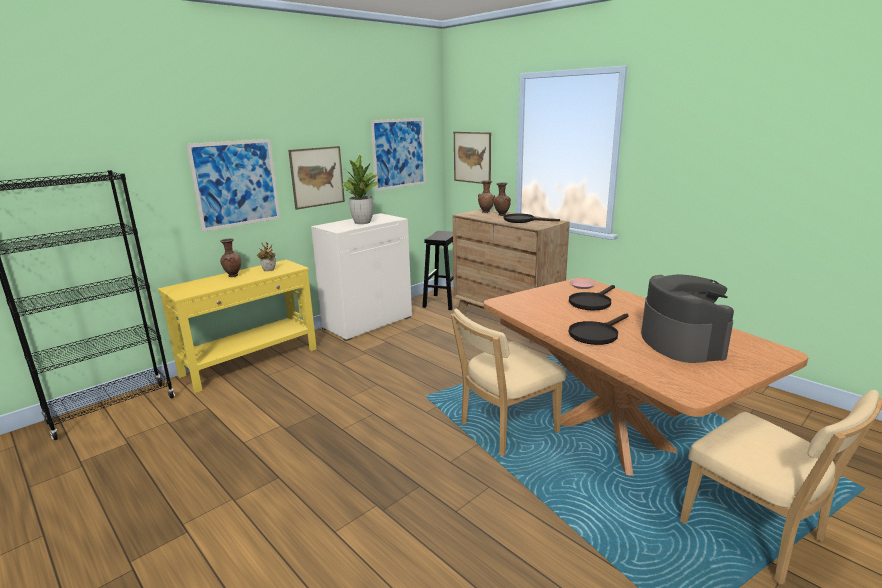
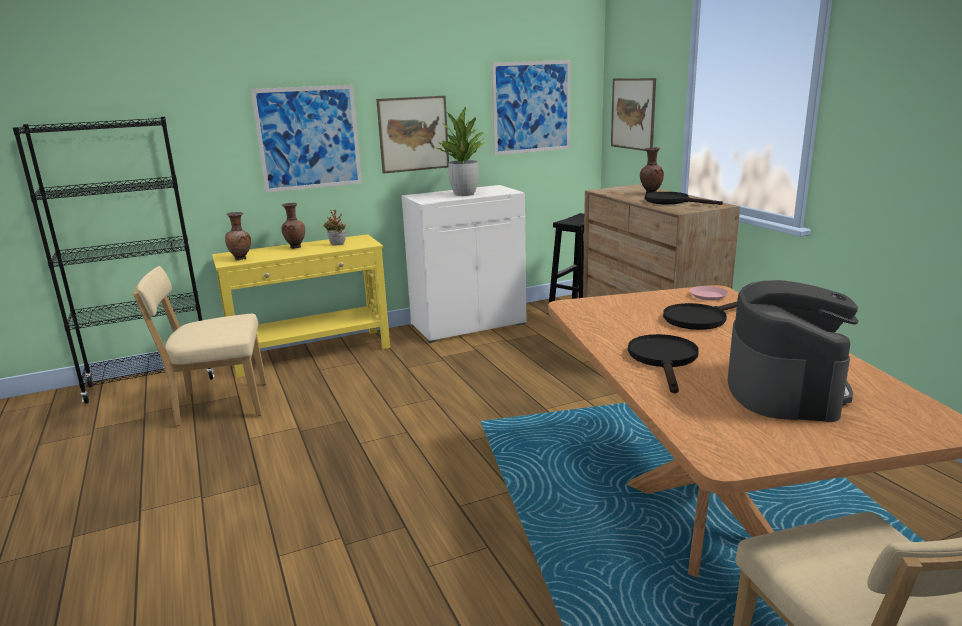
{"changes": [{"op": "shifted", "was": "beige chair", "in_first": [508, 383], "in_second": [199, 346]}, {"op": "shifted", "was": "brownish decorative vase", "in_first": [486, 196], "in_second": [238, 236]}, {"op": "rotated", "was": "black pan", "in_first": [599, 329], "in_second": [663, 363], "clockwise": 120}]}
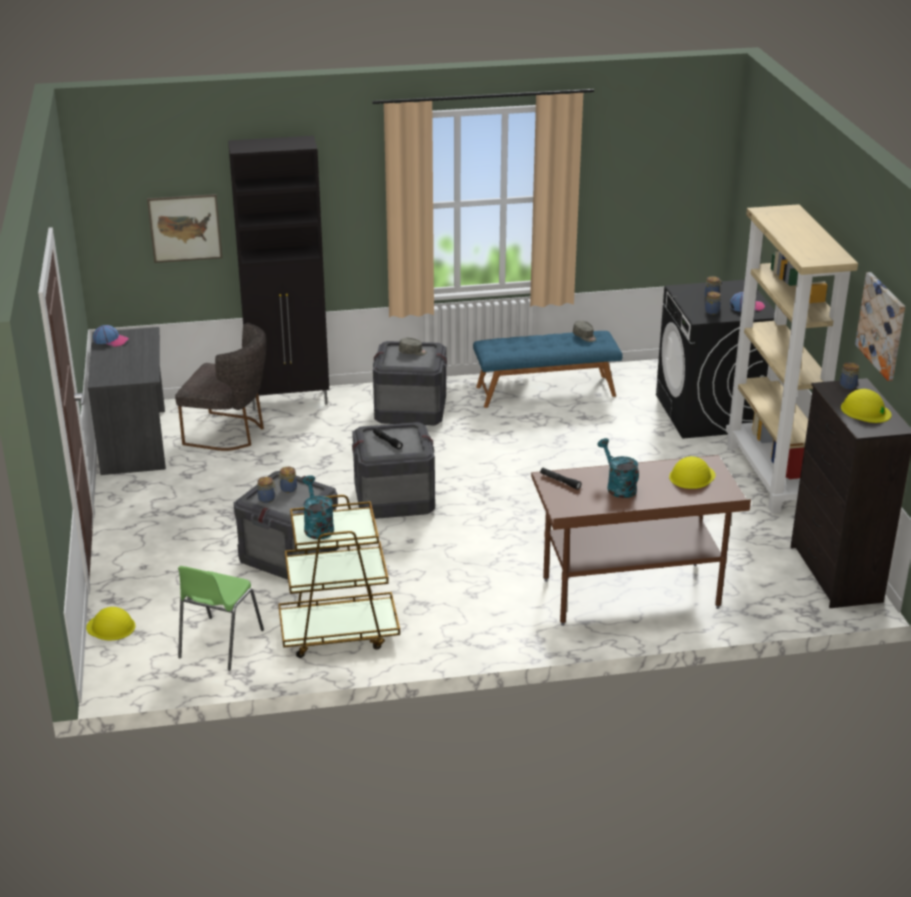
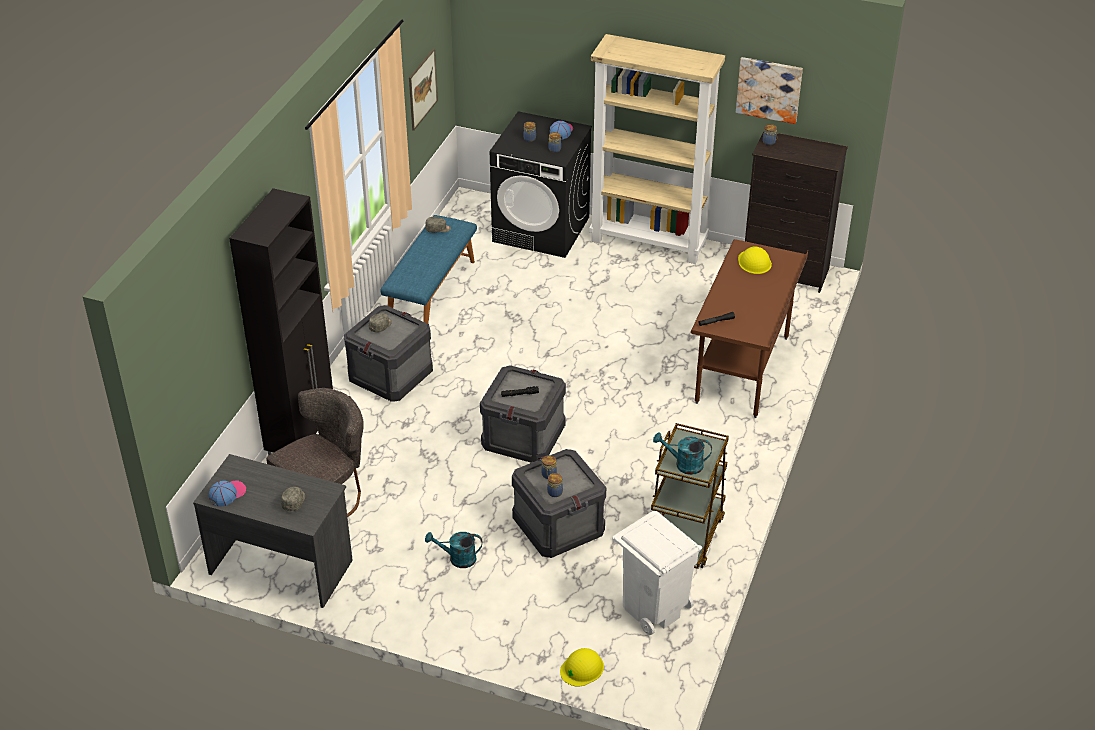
{"changes": [{"op": "new", "now": "grey baseball cap", "in_second": [293, 499]}, {"op": "shifted", "was": "wall picture", "in_first": [184, 228], "in_second": [423, 89]}, {"op": "shifted", "was": "turquoise watering can", "in_first": [618, 468], "in_second": [453, 550]}, {"op": "swapped", "was": "green chair", "now": "white-coloured waste bin", "in_first": [221, 618], "in_second": [657, 573]}, {"op": "gone", "was": "yellow work helmet", "in_first": [866, 406]}]}
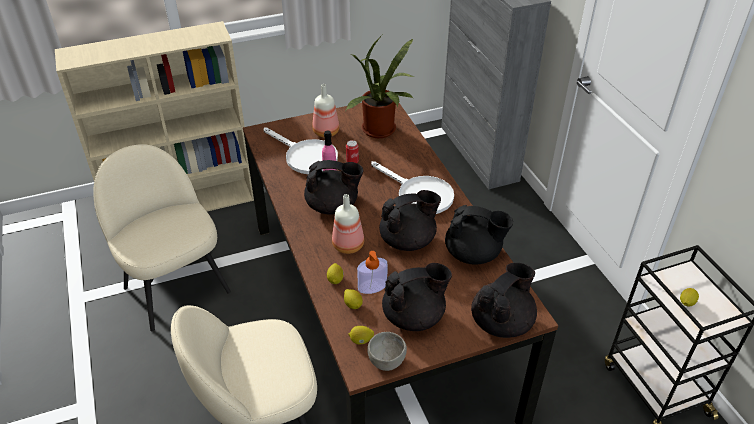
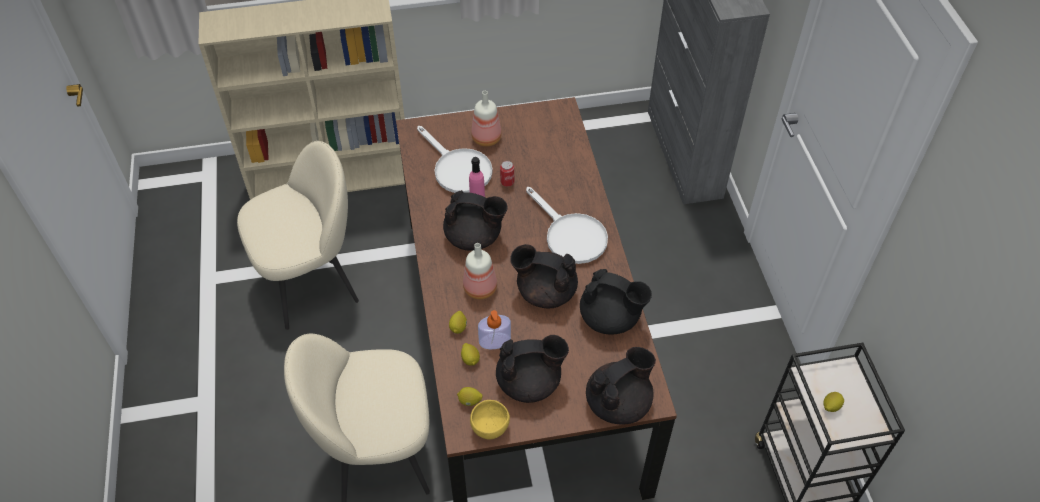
{"changes": [{"op": "rotated", "was": "beige chair", "in_first": [162, 238], "in_second": [298, 235], "clockwise": 90}, {"op": "repainted", "was": "grey bowl", "now": "yellow bowl", "in_first": [387, 351], "in_second": [490, 420]}, {"op": "rotated", "was": "black pot for tea", "in_first": [410, 220], "in_second": [544, 276], "clockwise": -150}, {"op": "gone", "was": "plant in a pot", "in_first": [380, 86]}]}
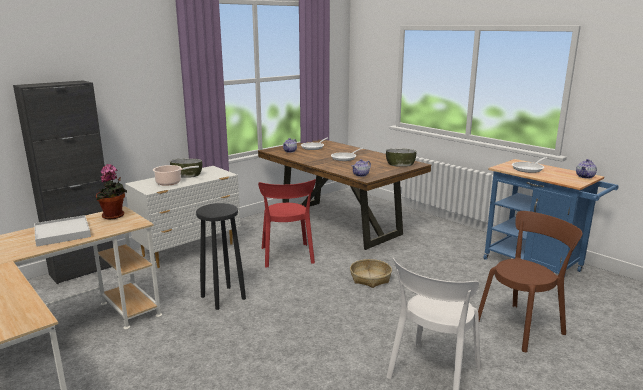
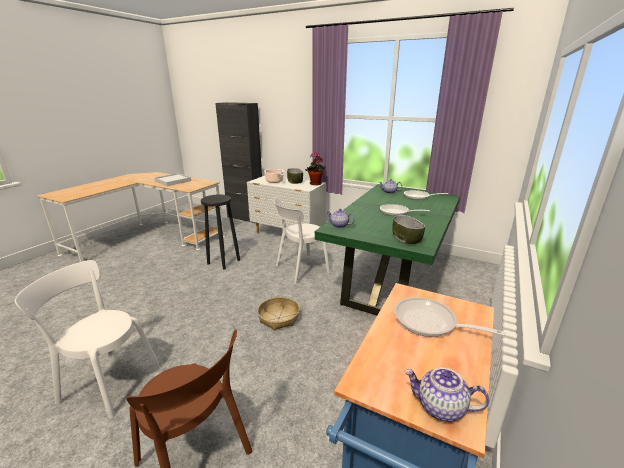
{"changes": [{"op": "repainted", "was": "red chair", "now": "white-coloured chair", "in_first": [287, 223], "in_second": [302, 240]}, {"op": "shifted", "was": "plant in a pot", "in_first": [111, 192], "in_second": [315, 168]}, {"op": "repainted", "was": "brownish dinner table", "now": "green dinner table", "in_first": [344, 195], "in_second": [387, 249]}]}
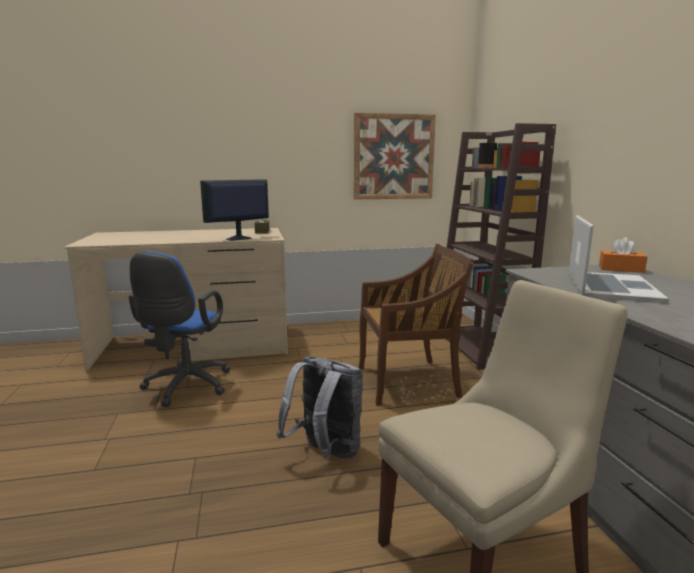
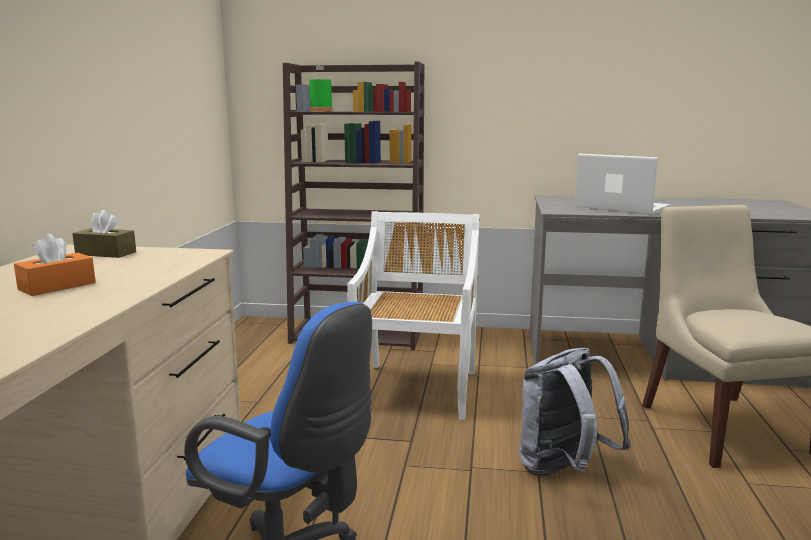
{"changes": [{"op": "shifted", "was": "orange tissue holder", "in_first": [623, 255], "in_second": [55, 265]}, {"op": "repainted", "was": "black bottle", "now": "green bottle", "in_first": [487, 150], "in_second": [321, 88]}, {"op": "repainted", "was": "brownish chair", "now": "white-coloured chair", "in_first": [416, 324], "in_second": [413, 315]}, {"op": "gone", "was": "computer display", "in_first": [234, 210]}, {"op": "gone", "was": "wall picture", "in_first": [395, 156]}]}
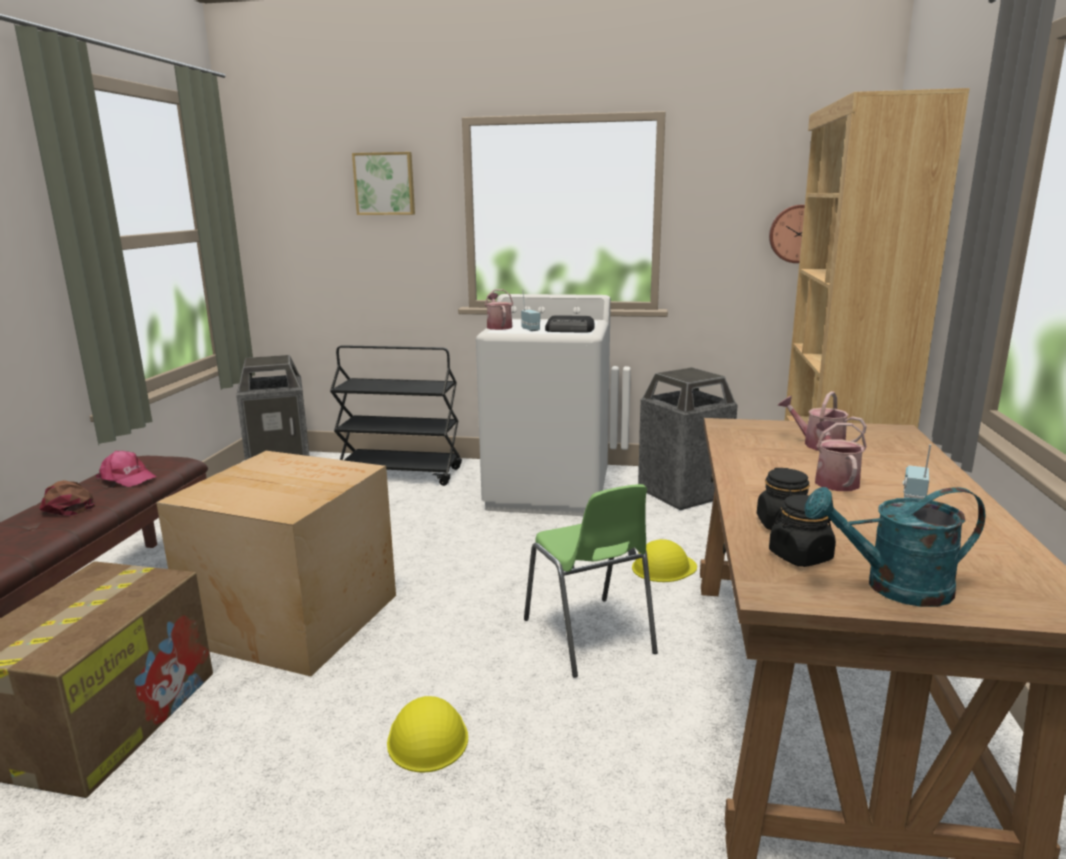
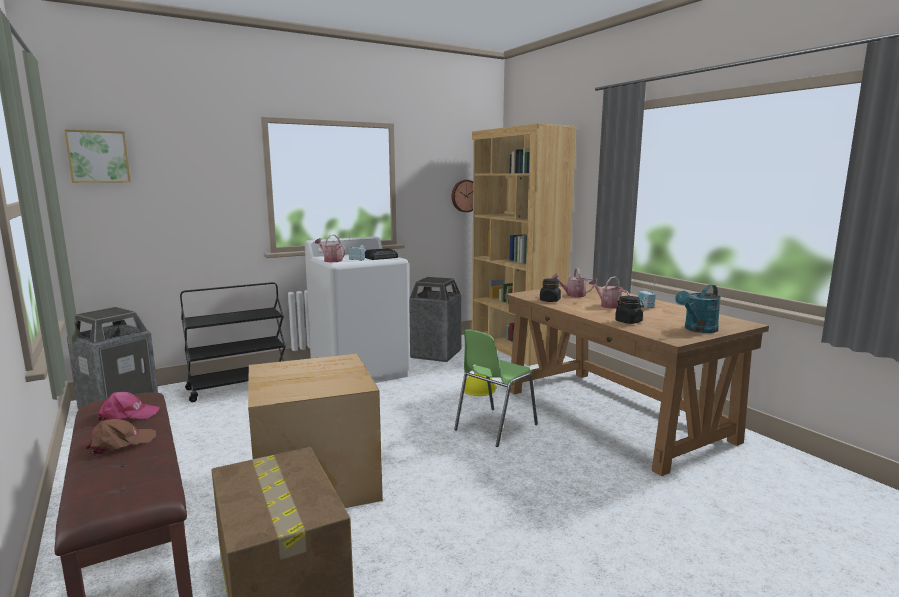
{"changes": [{"op": "shifted", "was": "wall picture", "in_first": [383, 183], "in_second": [97, 156]}, {"op": "rotated", "was": "brownish baseball cap", "in_first": [67, 498], "in_second": [121, 437], "clockwise": 135}, {"op": "rotated", "was": "green chair", "in_first": [591, 581], "in_second": [496, 388], "clockwise": 105}, {"op": "shifted", "was": "black storage jar", "in_first": [802, 531], "in_second": [550, 290]}, {"op": "gone", "was": "yellow work helmet", "in_first": [427, 734]}]}
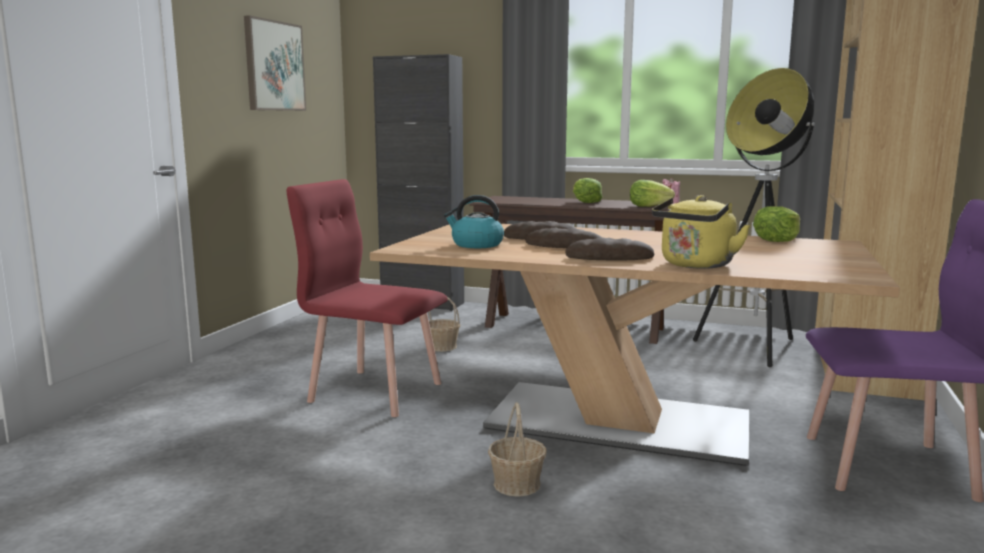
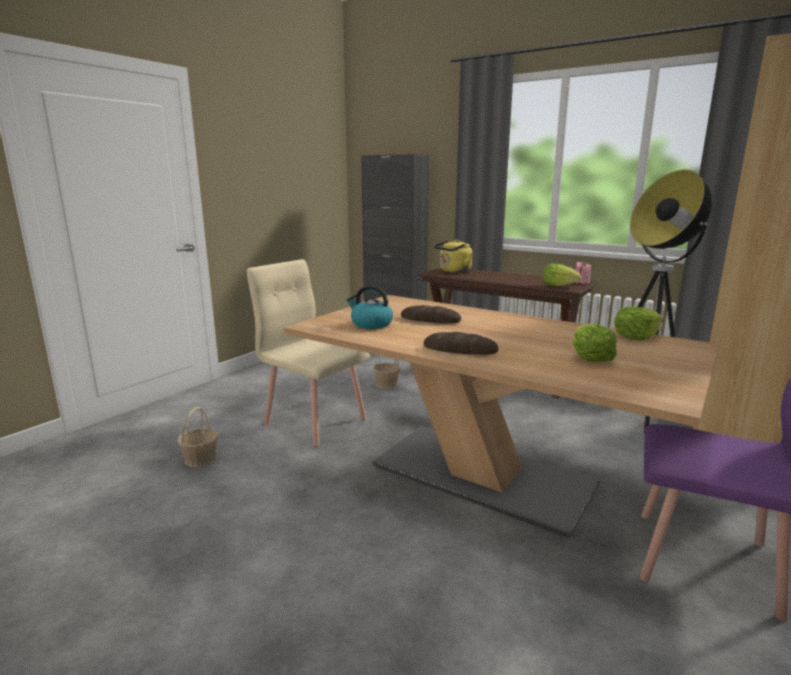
{"changes": [{"op": "shifted", "was": "household basket", "in_first": [517, 449], "in_second": [198, 437]}, {"op": "repainted", "was": "red chair", "now": "beige chair", "in_first": [367, 298], "in_second": [308, 352]}, {"op": "shifted", "was": "yellow kettle", "in_first": [701, 232], "in_second": [453, 256]}, {"op": "shifted", "was": "lettuce", "in_first": [587, 190], "in_second": [594, 343]}, {"op": "gone", "was": "wall picture", "in_first": [275, 63]}, {"op": "gone", "was": "bread", "in_first": [563, 238]}]}
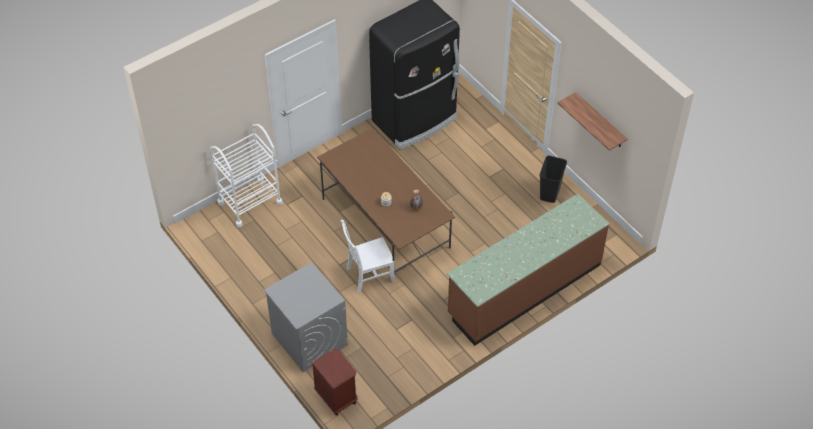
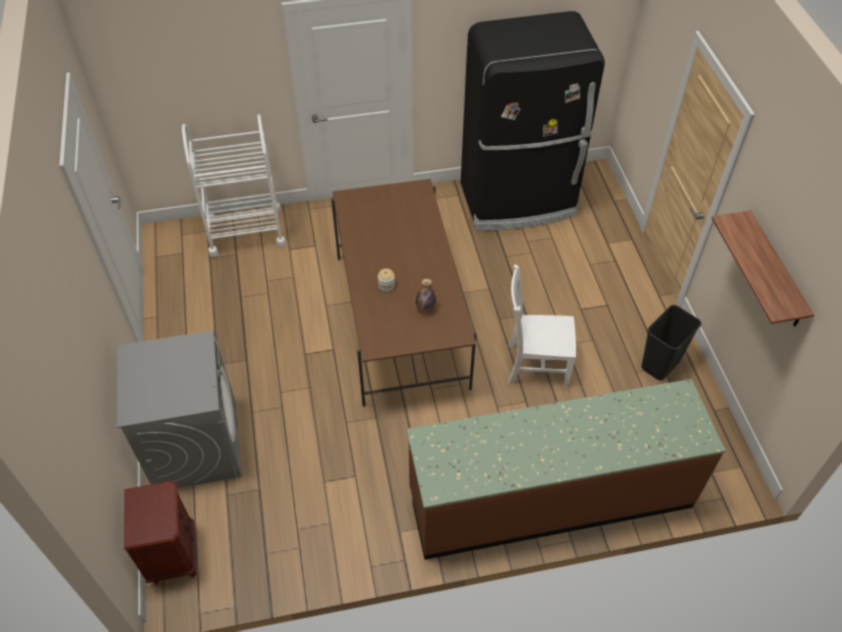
{"changes": [{"op": "shifted", "was": "white-coloured chair", "in_first": [368, 256], "in_second": [542, 325]}]}
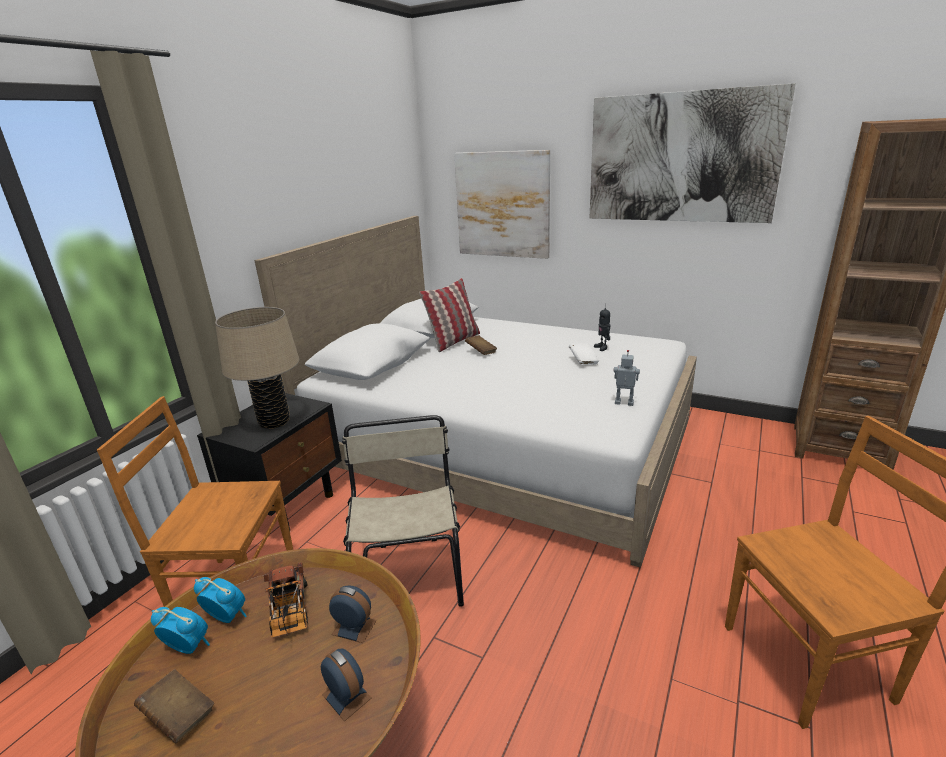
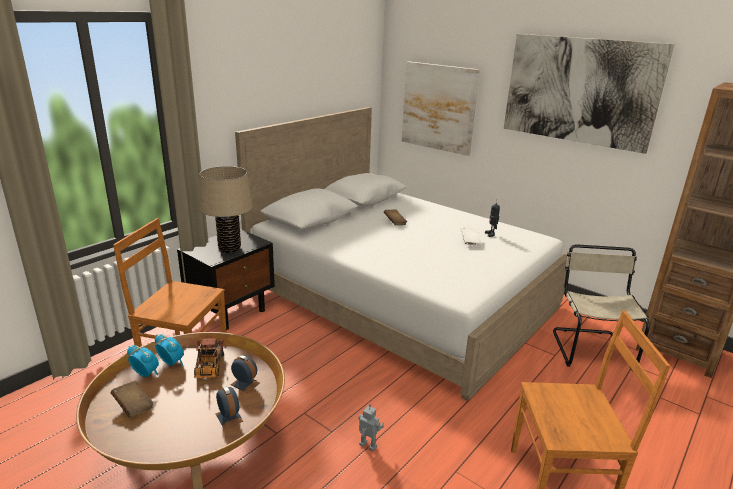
{"changes": [{"op": "shifted", "was": "robot figure", "in_first": [626, 378], "in_second": [371, 428]}, {"op": "shifted", "was": "beige chair", "in_first": [403, 511], "in_second": [601, 307]}, {"op": "gone", "was": "throw pillow", "in_first": [449, 315]}]}
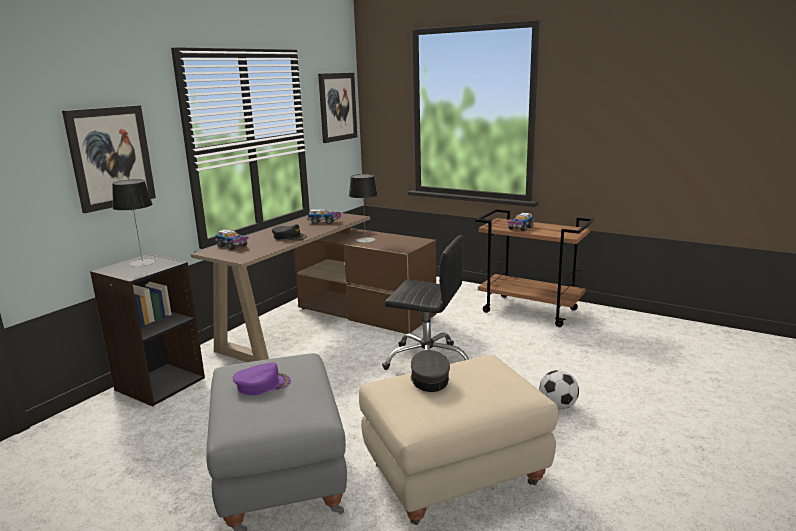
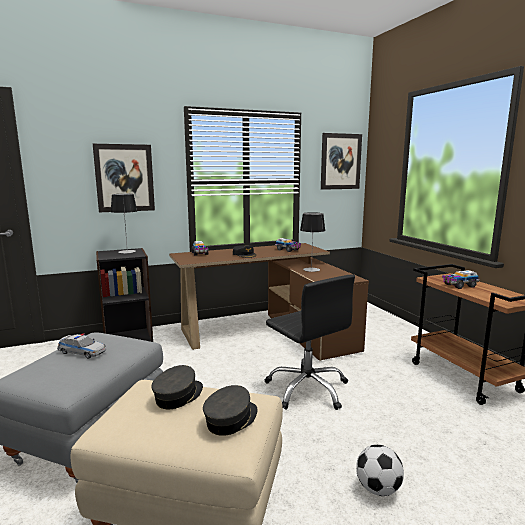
{"changes": [{"op": "swapped", "was": "purplish baseball cap", "now": "miniature car", "in_first": [262, 378], "in_second": [81, 345]}, {"op": "new", "now": "grey baseball cap", "in_second": [230, 410]}]}
